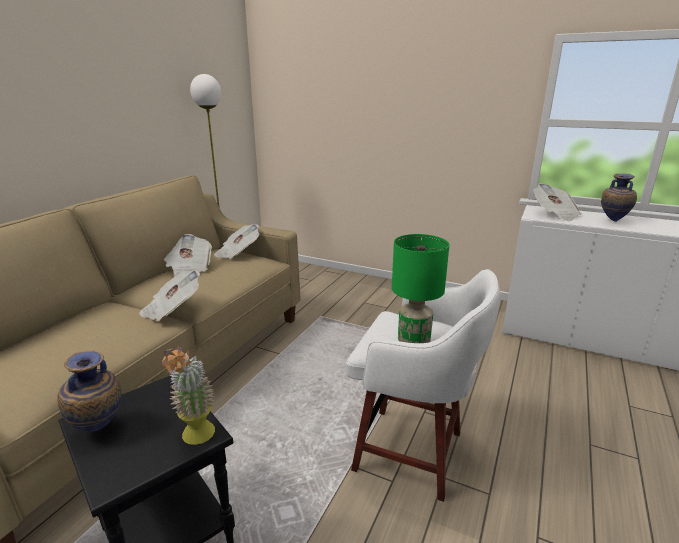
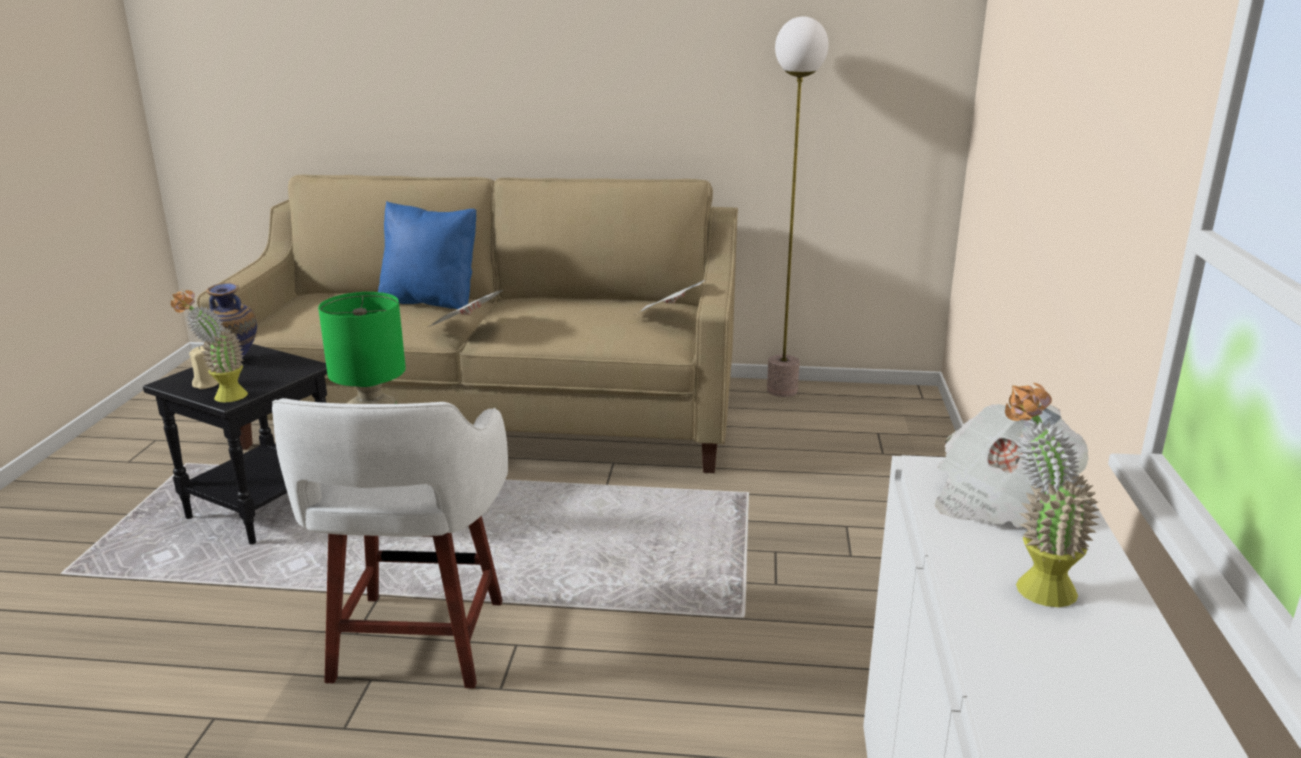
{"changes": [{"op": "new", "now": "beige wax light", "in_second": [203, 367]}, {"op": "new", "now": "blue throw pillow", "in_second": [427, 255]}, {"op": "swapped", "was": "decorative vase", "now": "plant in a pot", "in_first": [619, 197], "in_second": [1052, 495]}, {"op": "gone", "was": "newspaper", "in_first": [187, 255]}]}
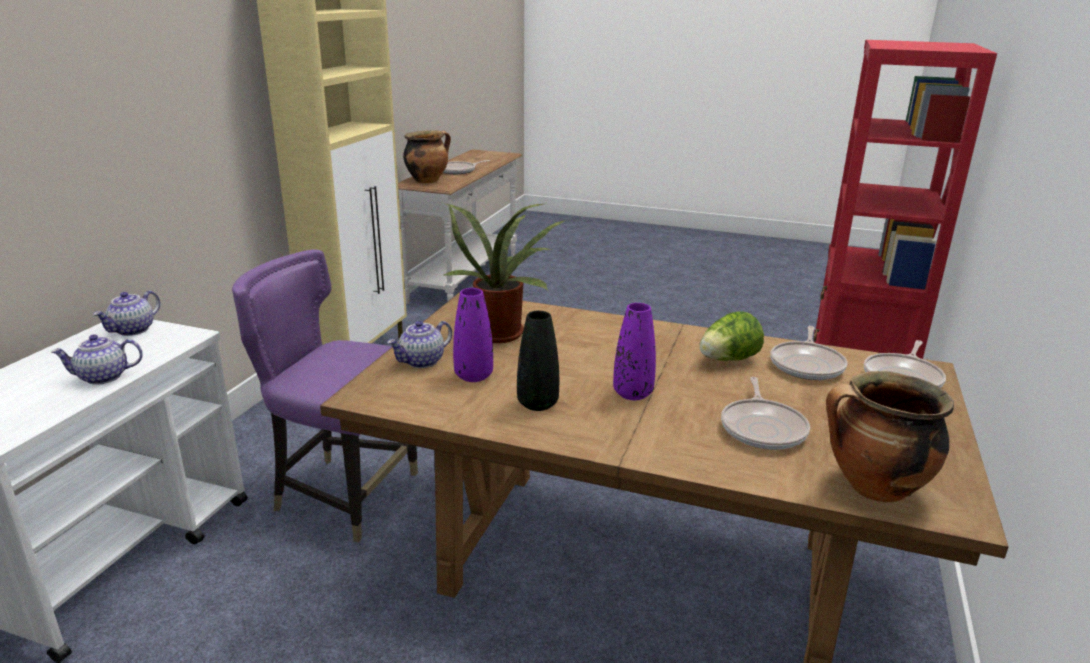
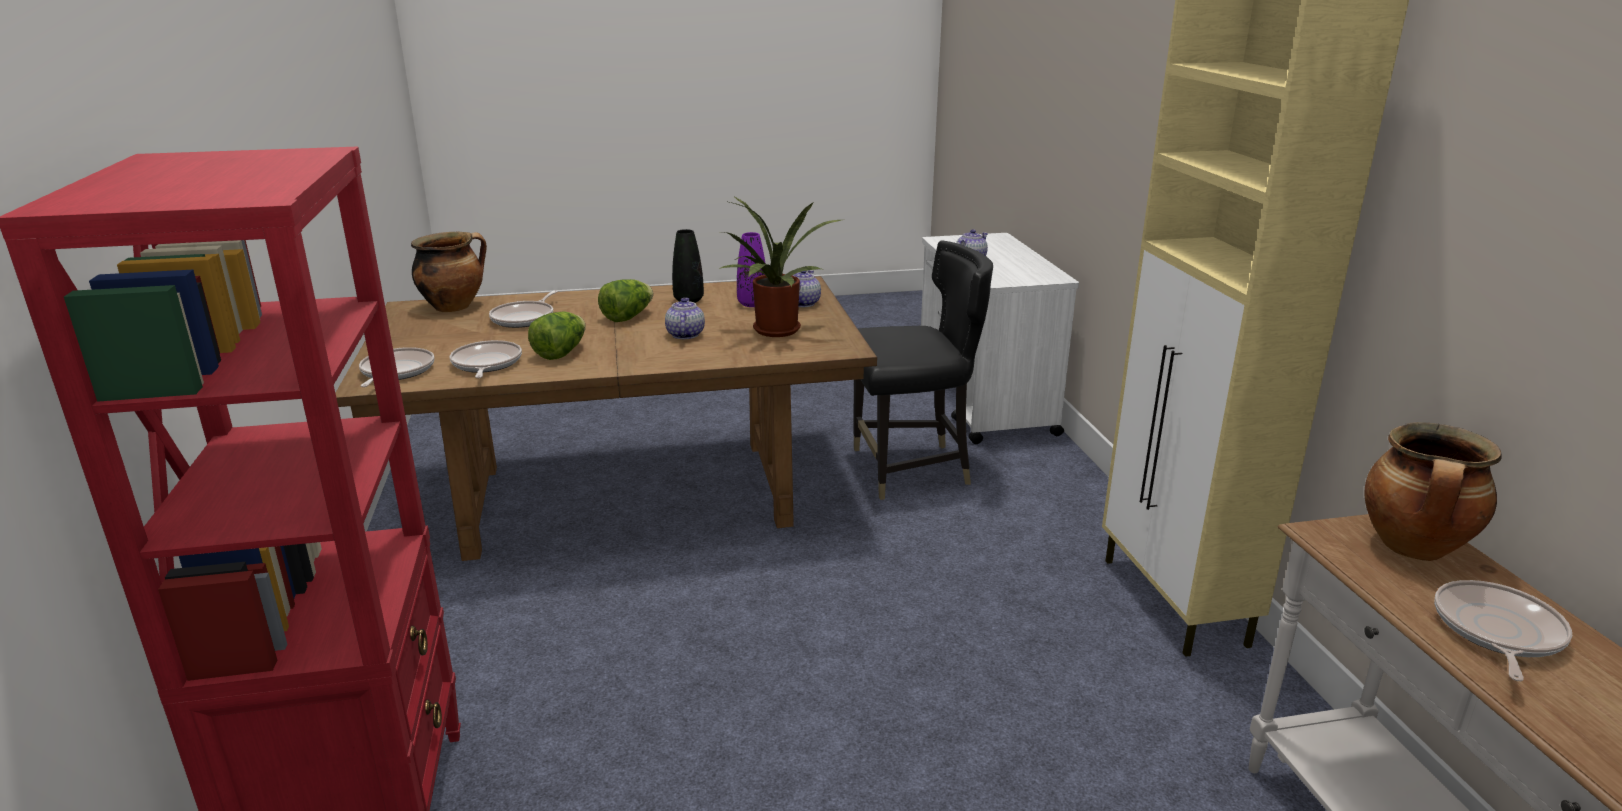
{"changes": [{"op": "rotated", "was": "pan", "in_first": [765, 413], "in_second": [523, 309], "clockwise": -135}, {"op": "swapped", "was": "purplish decorative vase", "now": "lettuce", "in_first": [634, 351], "in_second": [625, 300]}, {"op": "shifted", "was": "pot for tea", "in_first": [126, 313], "in_second": [685, 318]}, {"op": "repainted", "was": "purplish chair", "now": "black chair", "in_first": [325, 395], "in_second": [923, 370]}]}
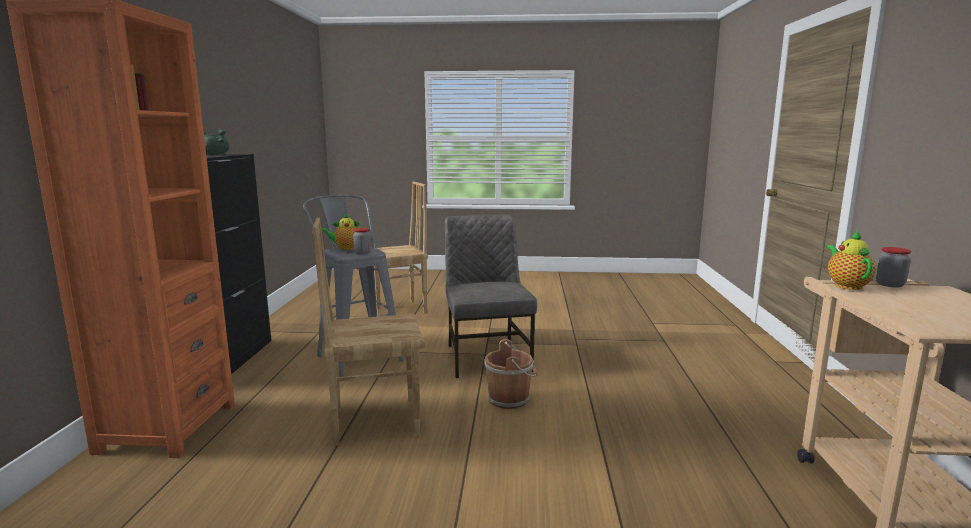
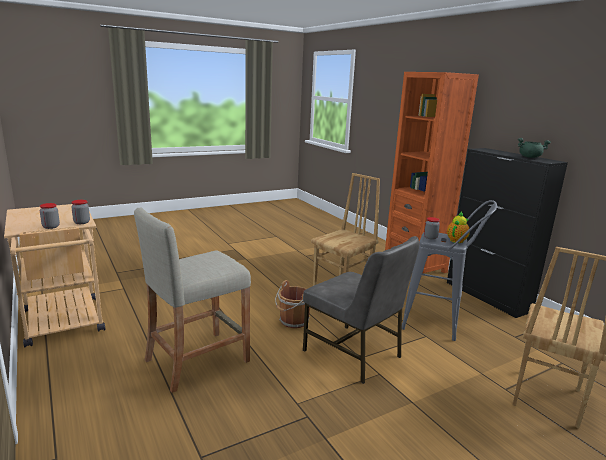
{"changes": [{"op": "swapped", "was": "pot for tea", "now": "storage jar", "in_first": [851, 260], "in_second": [80, 212]}, {"op": "new", "now": "beige stool seat", "in_second": [192, 300]}]}
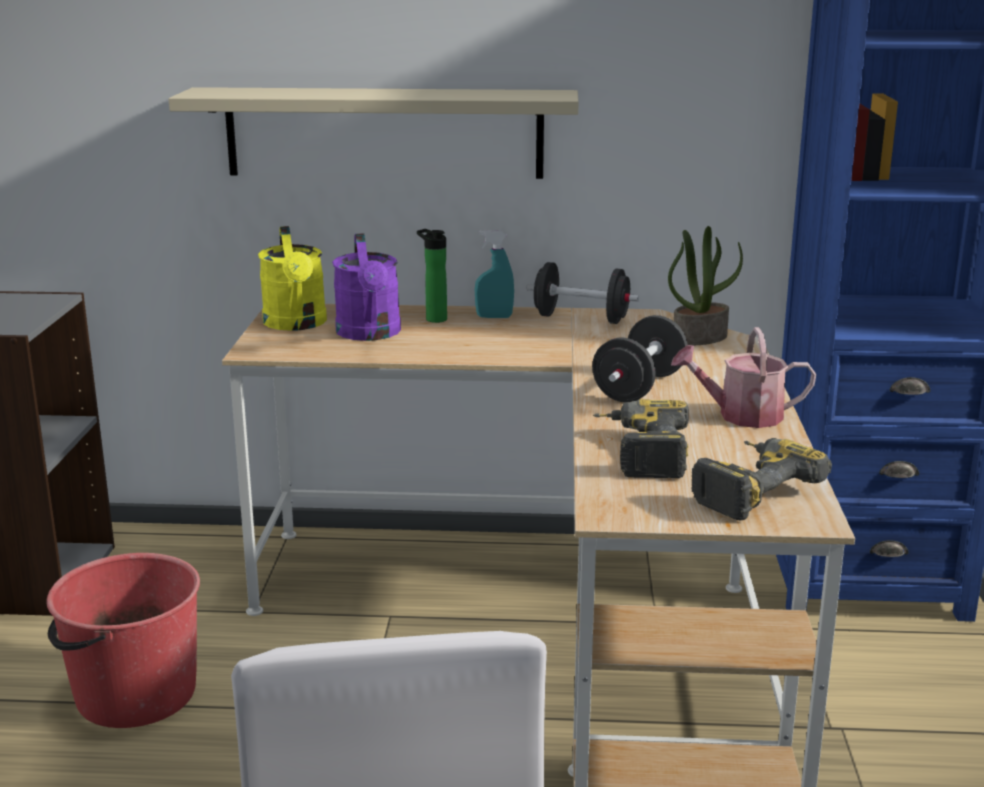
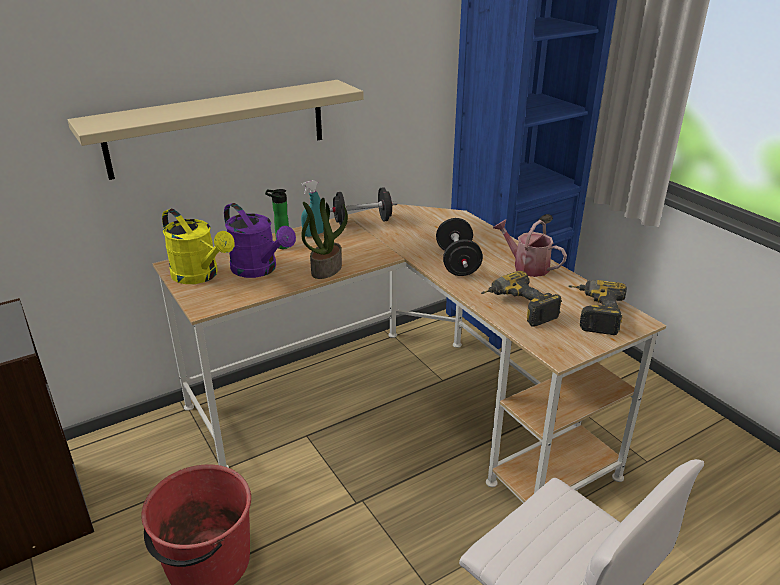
{"changes": [{"op": "shifted", "was": "plant in a pot", "in_first": [705, 285], "in_second": [324, 238]}, {"op": "rotated", "was": "watering can", "in_first": [743, 377], "in_second": [530, 248], "clockwise": 75}]}
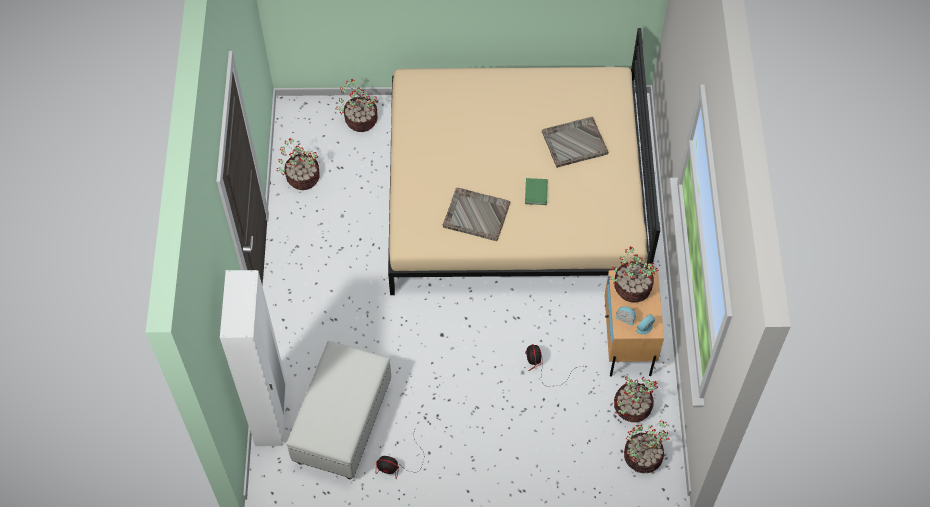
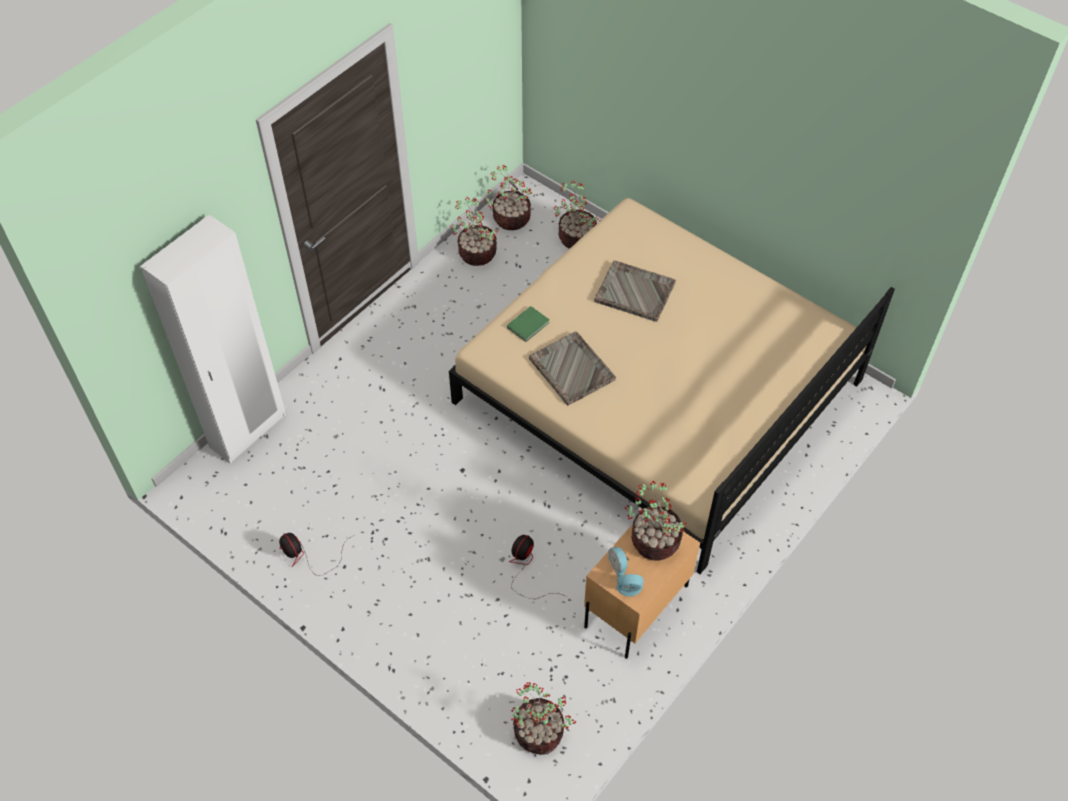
{"changes": [{"op": "shifted", "was": "plant in a pot", "in_first": [636, 399], "in_second": [508, 197]}, {"op": "shifted", "was": "green volume", "in_first": [536, 191], "in_second": [528, 324]}, {"op": "shifted", "was": "grey serving tray", "in_first": [575, 142], "in_second": [635, 291]}, {"op": "gone", "was": "white-coloured ottoman", "in_first": [338, 410]}]}
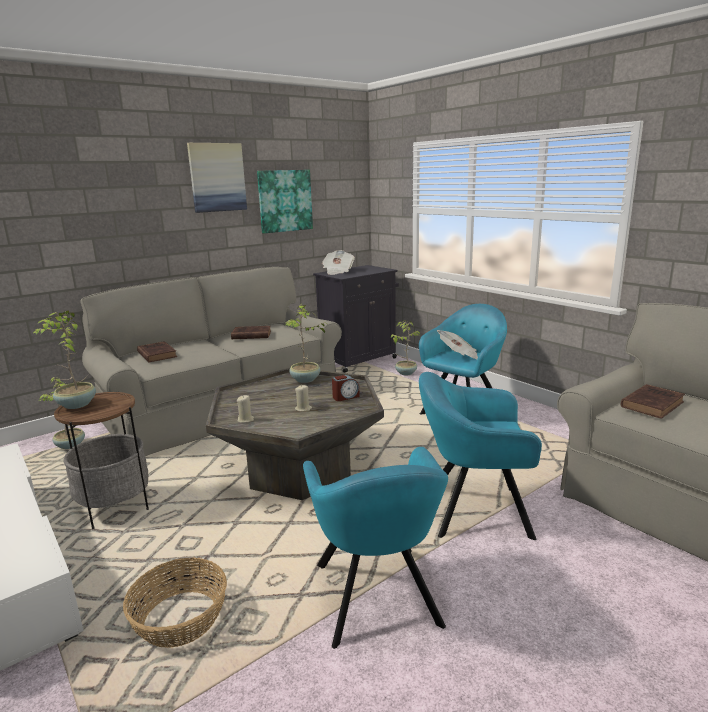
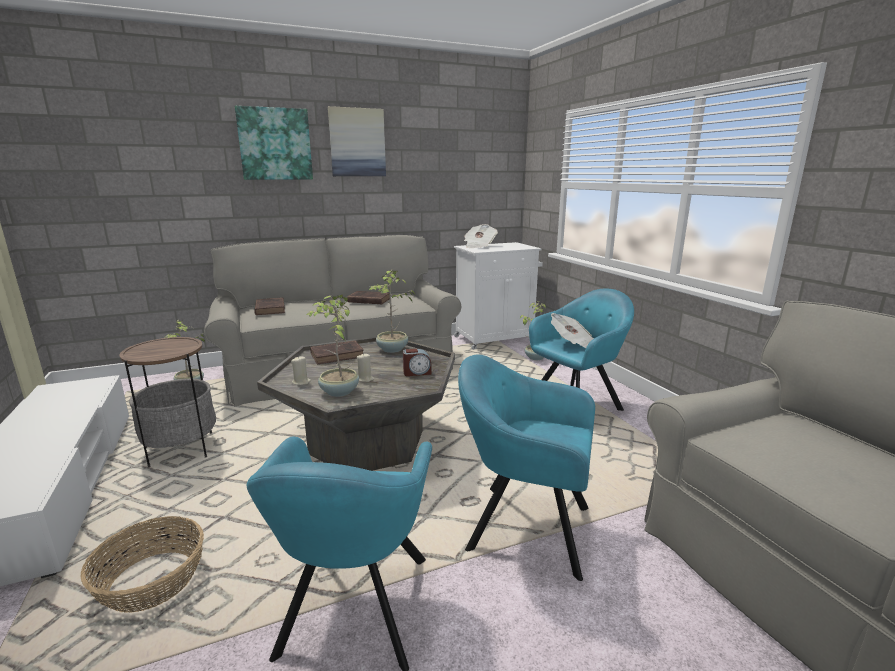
{"changes": [{"op": "shifted", "was": "wall picture", "in_first": [285, 201], "in_second": [274, 143]}, {"op": "shifted", "was": "plant in a pot", "in_first": [64, 359], "in_second": [333, 345]}, {"op": "shifted", "was": "brownish volume", "in_first": [653, 401], "in_second": [337, 352]}, {"op": "repainted", "was": "black cabinet", "now": "white-coloured cabinet", "in_first": [356, 319], "in_second": [498, 296]}]}
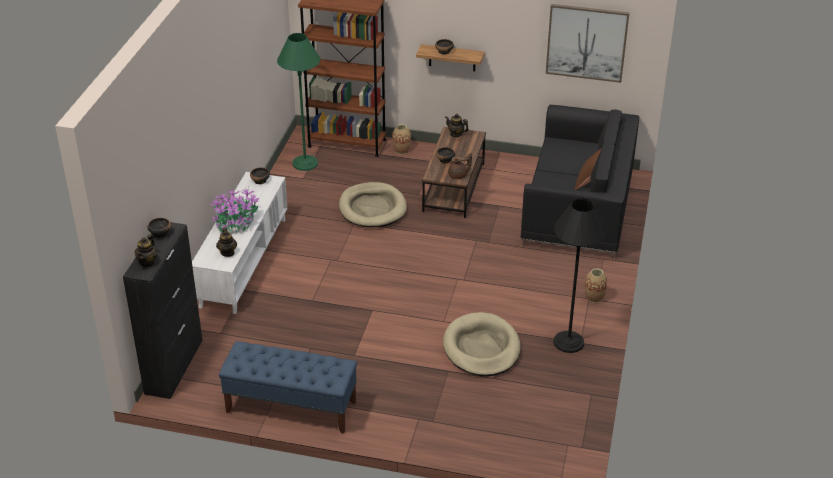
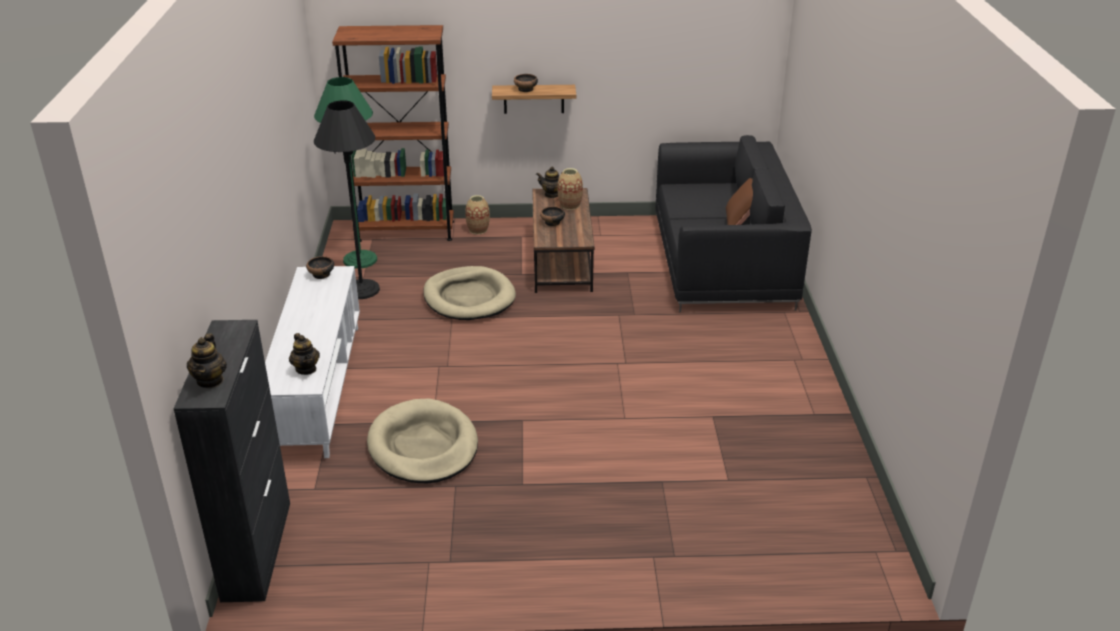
{"changes": [{"op": "shifted", "was": "black standing lamp", "in_first": [580, 275], "in_second": [347, 199]}, {"op": "shifted", "was": "beige dog bed", "in_first": [482, 344], "in_second": [422, 441]}, {"op": "shifted", "was": "decorative vase", "in_first": [596, 285], "in_second": [570, 189]}, {"op": "gone", "was": "bowl", "in_first": [159, 228]}, {"op": "gone", "was": "plant in a pot", "in_first": [234, 210]}, {"op": "gone", "was": "blue indoor bench", "in_first": [288, 387]}, {"op": "gone", "was": "brownish pot for tea", "in_first": [460, 166]}, {"op": "gone", "was": "wall picture", "in_first": [588, 43]}]}
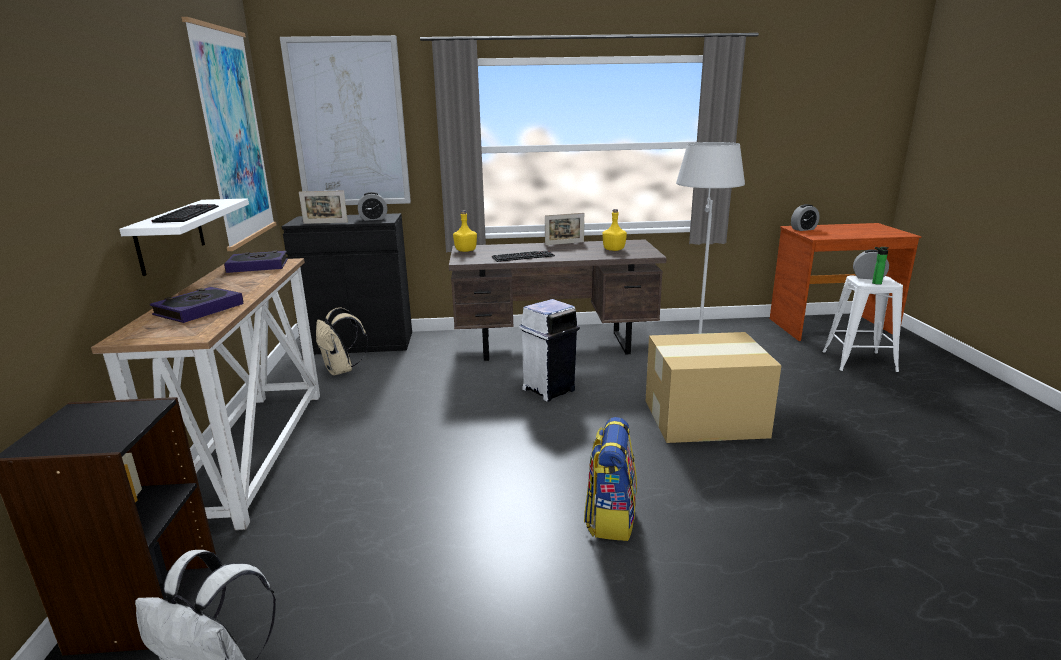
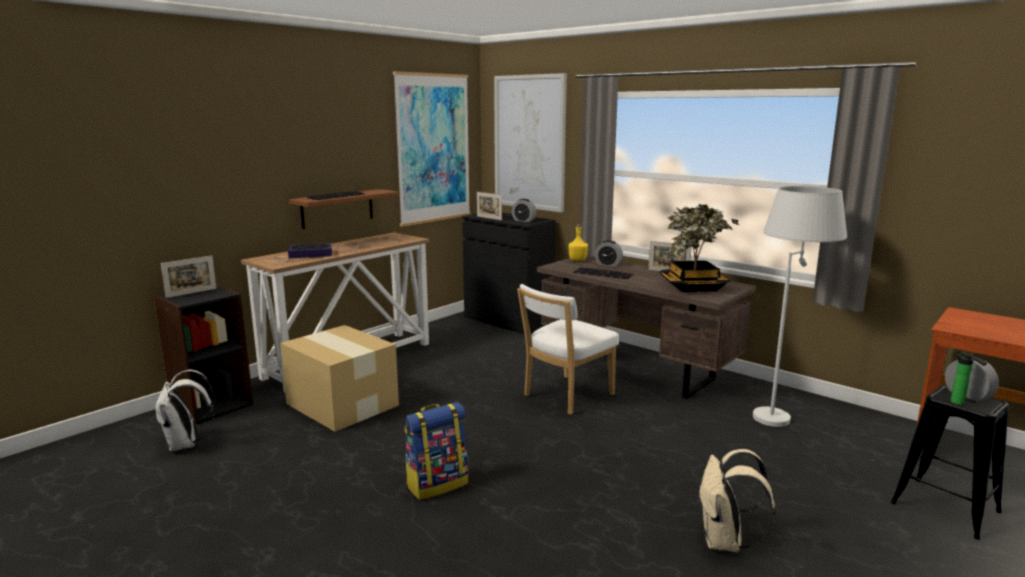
{"changes": [{"op": "new", "now": "standing frame", "in_second": [189, 276]}, {"op": "shifted", "was": "carton", "in_first": [714, 387], "in_second": [339, 378]}, {"op": "repainted", "was": "white-coloured wall shelf", "now": "brownish wall shelf", "in_first": [184, 237], "in_second": [344, 209]}, {"op": "swapped", "was": "white-coloured waste bin", "now": "white-coloured chair", "in_first": [549, 350], "in_second": [568, 349]}, {"op": "shifted", "was": "bedside clock", "in_first": [805, 217], "in_second": [609, 253]}, {"op": "swapped", "was": "yellow bottle", "now": "plant in a pot", "in_first": [614, 230], "in_second": [699, 248]}, {"op": "shifted", "was": "beige backpack", "in_first": [342, 341], "in_second": [737, 500]}, {"op": "repainted", "was": "white-coloured stool seat", "now": "black stool seat", "in_first": [862, 324], "in_second": [949, 462]}, {"op": "gone", "was": "volume", "in_first": [256, 261]}]}
